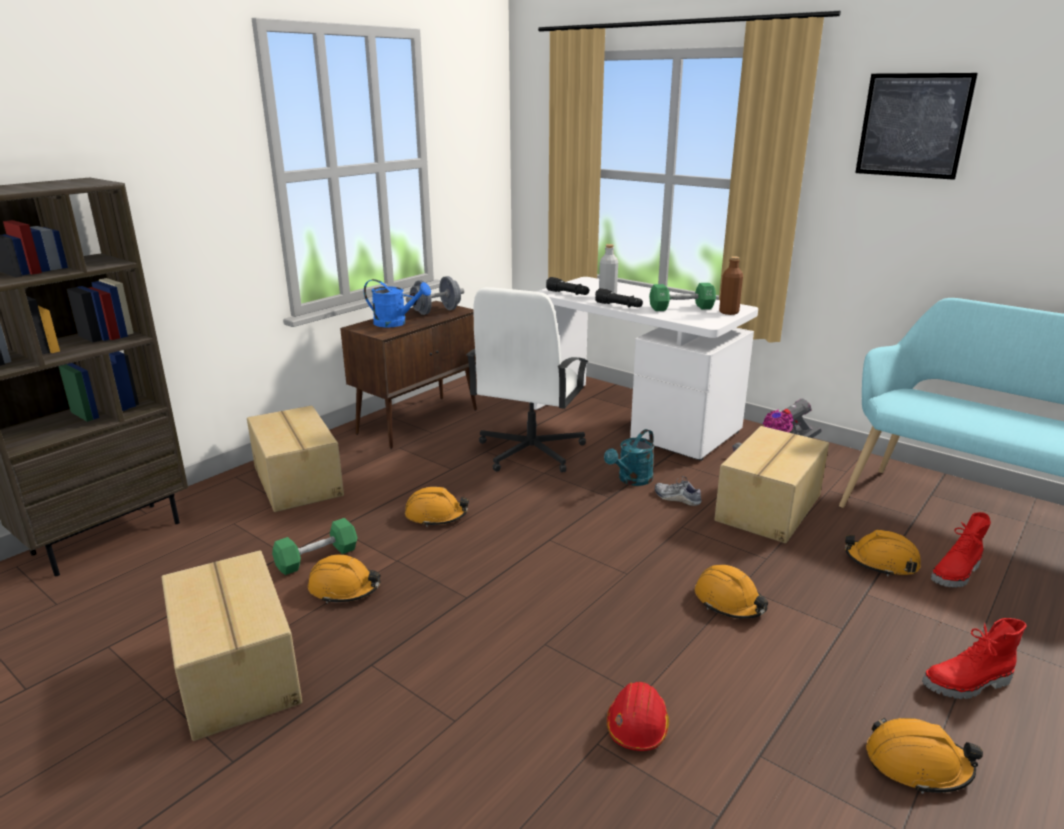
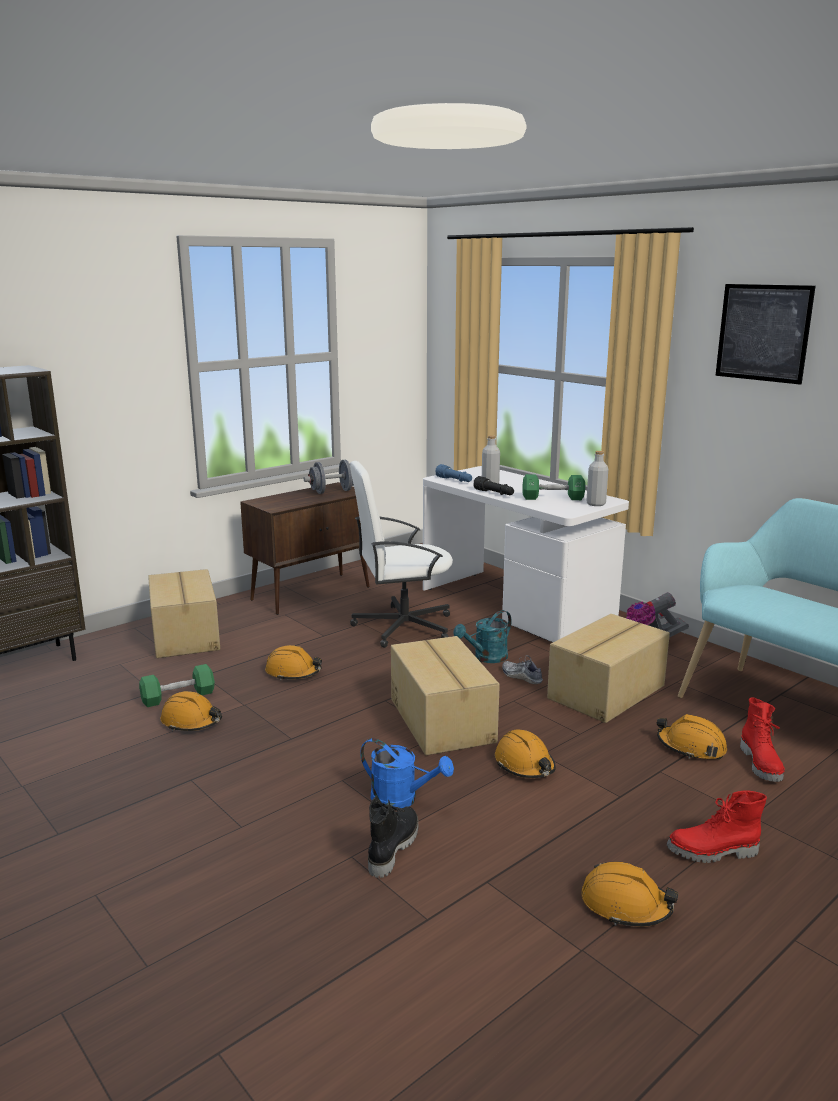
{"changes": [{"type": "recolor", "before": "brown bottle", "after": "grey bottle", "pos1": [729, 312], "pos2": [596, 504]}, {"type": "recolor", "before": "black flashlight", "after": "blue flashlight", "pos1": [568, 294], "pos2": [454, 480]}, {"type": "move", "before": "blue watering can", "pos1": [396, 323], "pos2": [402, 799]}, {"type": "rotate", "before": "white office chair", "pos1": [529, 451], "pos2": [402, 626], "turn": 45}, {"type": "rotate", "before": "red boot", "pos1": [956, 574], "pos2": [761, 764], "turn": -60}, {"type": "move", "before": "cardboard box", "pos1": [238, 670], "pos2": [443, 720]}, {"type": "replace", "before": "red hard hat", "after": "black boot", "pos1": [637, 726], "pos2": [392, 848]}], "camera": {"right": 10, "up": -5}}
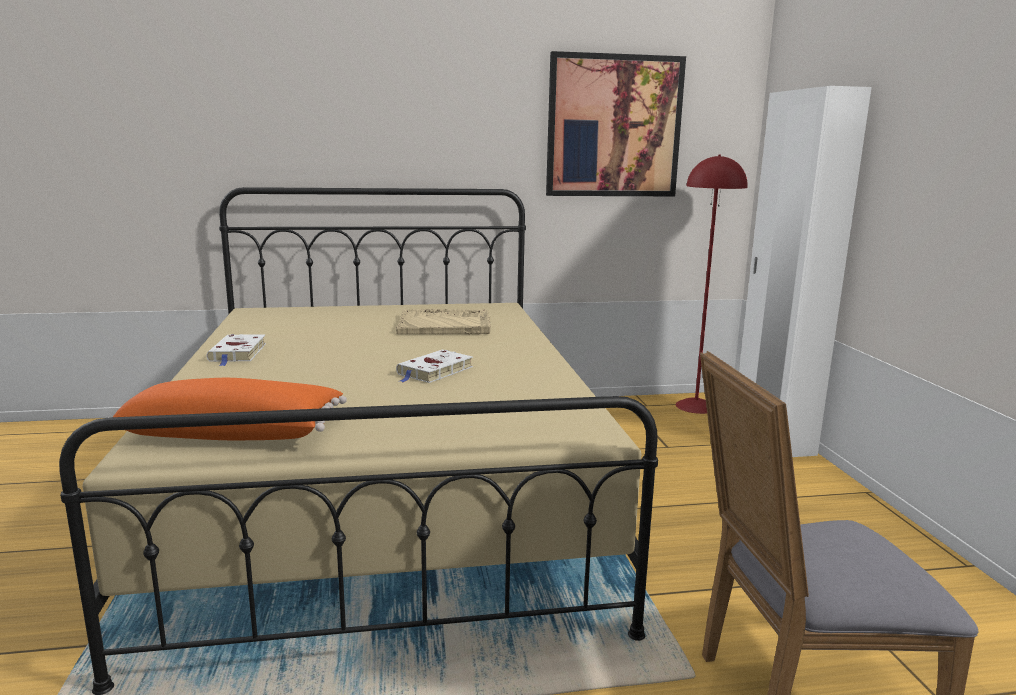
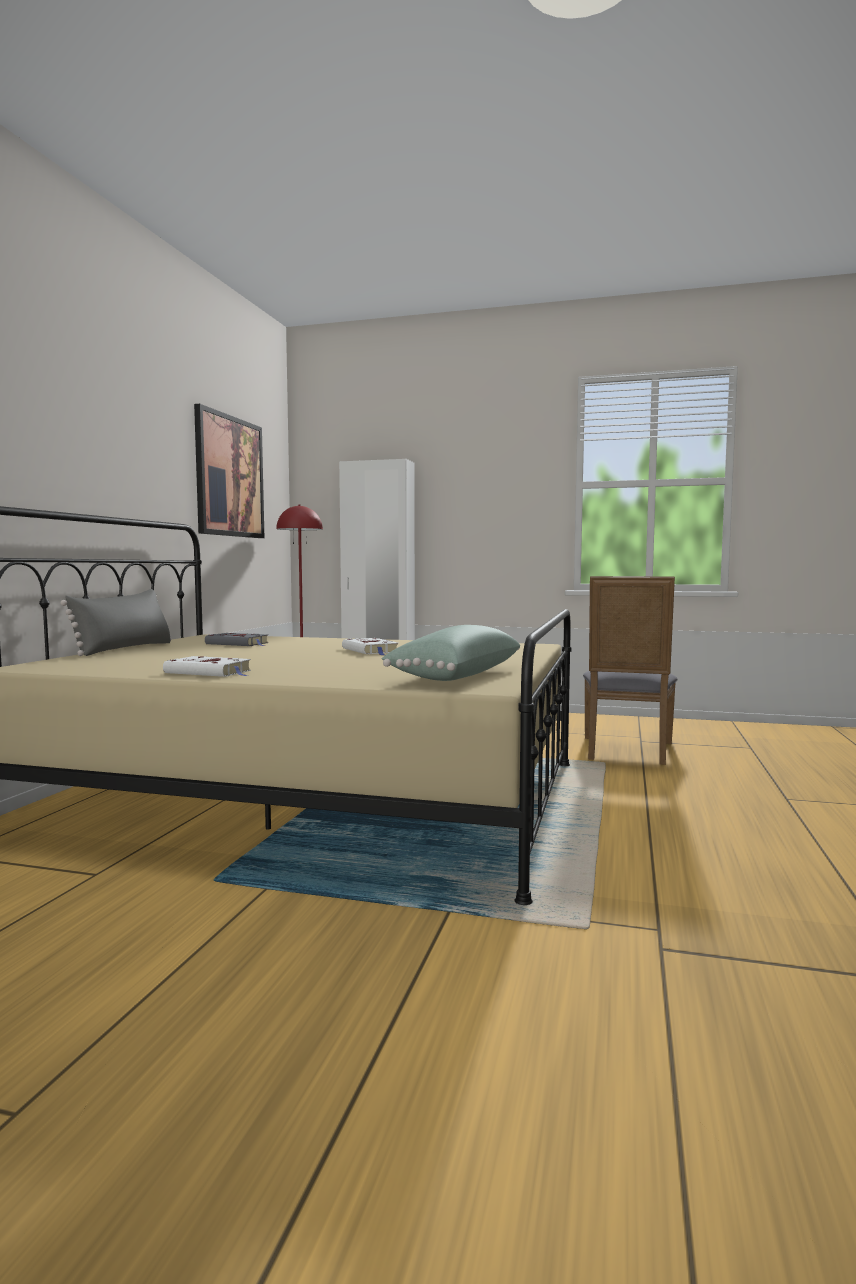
{"changes": [{"type": "replace", "before": "beige tray", "after": "grey book", "pos1": [445, 324], "pos2": [238, 644]}, {"type": "recolor", "before": "orange pillow", "after": "green pillow", "pos1": [234, 433], "pos2": [454, 676]}, {"type": "insert", "after": "grey pillow", "pos2": [124, 649]}], "camera": {"right": -65, "up": -10}}
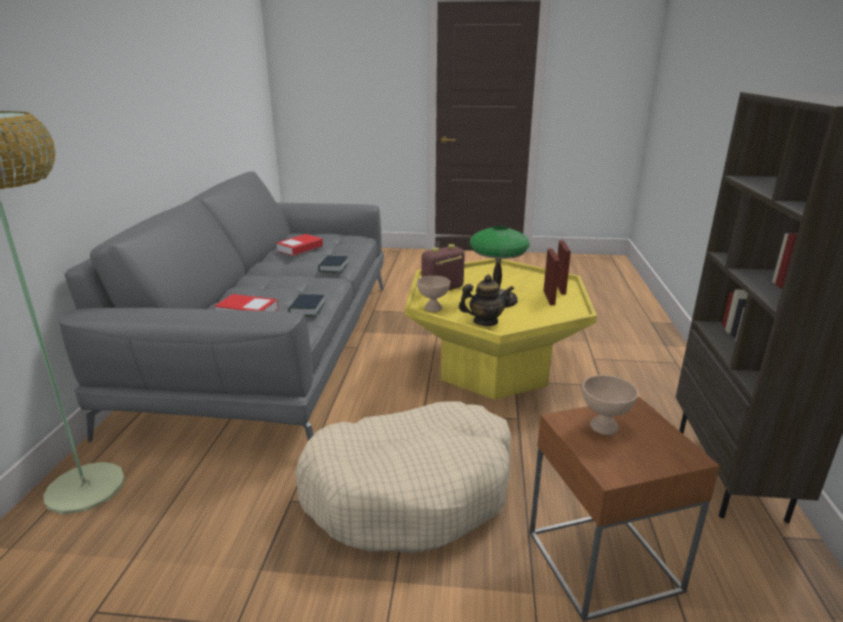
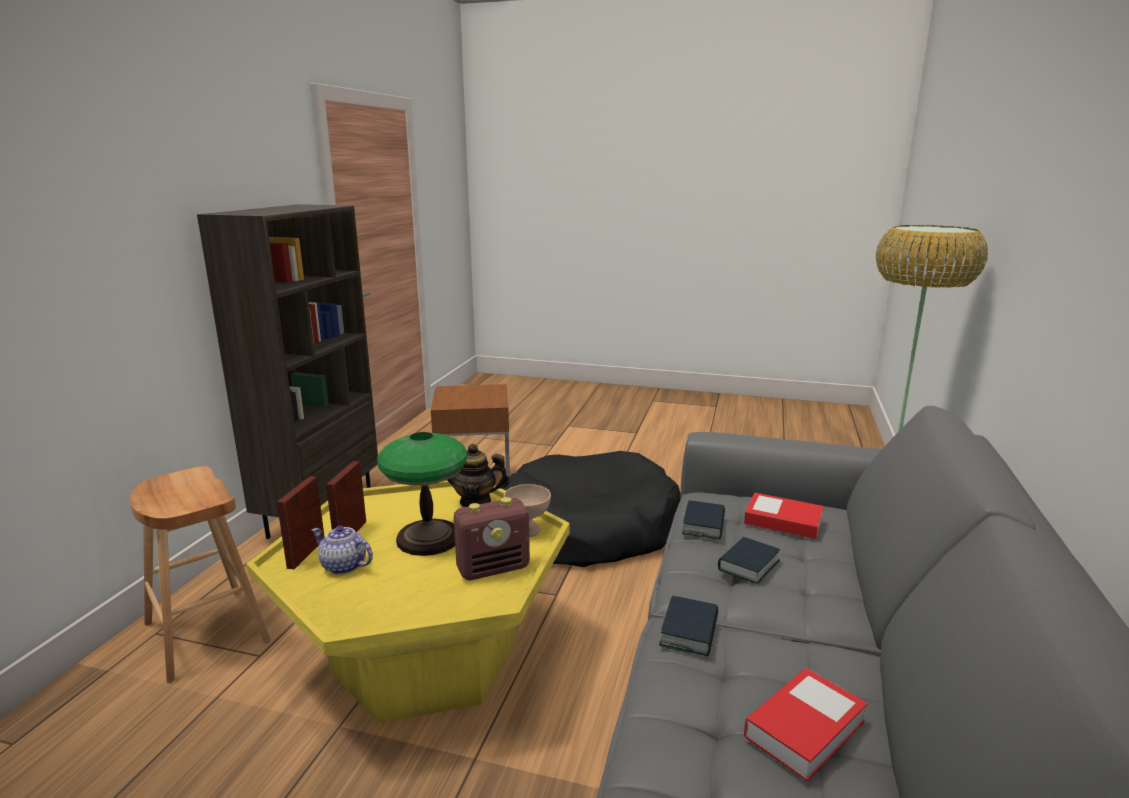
{"changes": [{"type": "delete", "before": "beige bowl", "pos1": [604, 427]}, {"type": "recolor", "before": "beige dog bed", "after": "black dog bed", "pos1": [411, 490], "pos2": [587, 529]}, {"type": "insert", "after": "brown stool", "pos2": [207, 633]}, {"type": "insert", "after": "teapot", "pos2": [343, 566]}, {"type": "insert", "after": "book", "pos2": [748, 565]}], "camera": {"right": -170, "up": -5}}
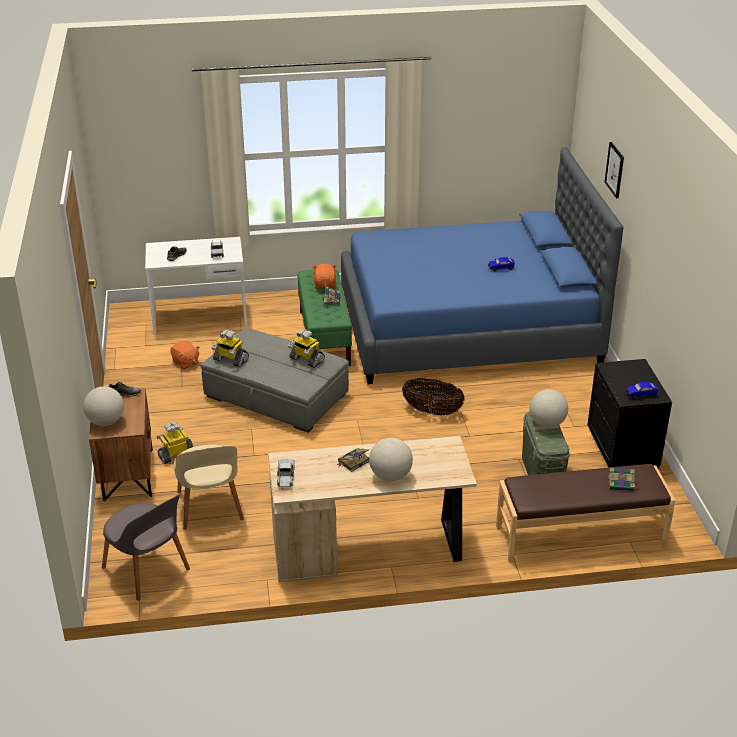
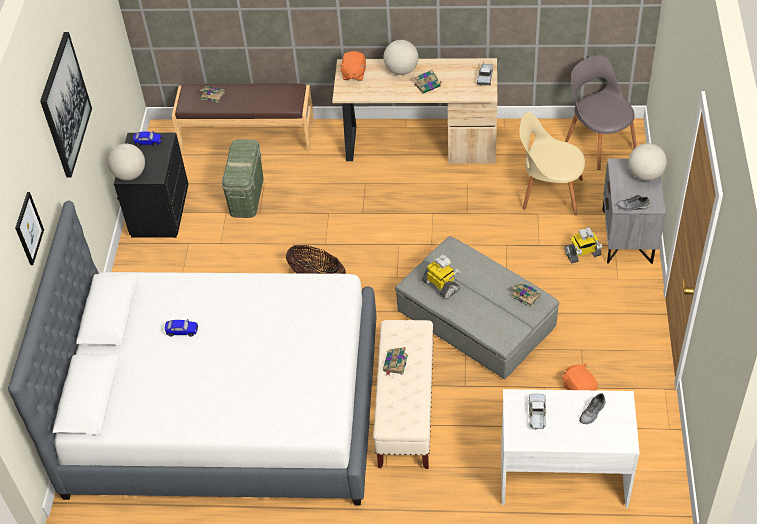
{"changes": [{"type": "recolor", "before": "blue bed", "after": "white bed", "pos1": [468, 327], "pos2": [225, 408]}, {"type": "move", "before": "orange plush toy", "pos1": [325, 285], "pos2": [353, 74]}, {"type": "recolor", "before": "green bench", "after": "beige bench", "pos1": [324, 338], "pos2": [406, 411]}, {"type": "replace", "before": "toy robot", "after": "book", "pos1": [230, 360], "pos2": [525, 295]}, {"type": "recolor", "before": "brown nightstand", "after": "grey nightstand", "pos1": [127, 474], "pos2": [628, 236]}, {"type": "move", "before": "globe", "pos1": [547, 423], "pos2": [130, 174]}, {"type": "rotate", "before": "beige chair", "pos1": [210, 508], "pos2": [549, 193], "turn": -75}, {"type": "insert", "after": "picture", "pos2": [65, 105]}], "camera": {"right": -165, "up": 15}}
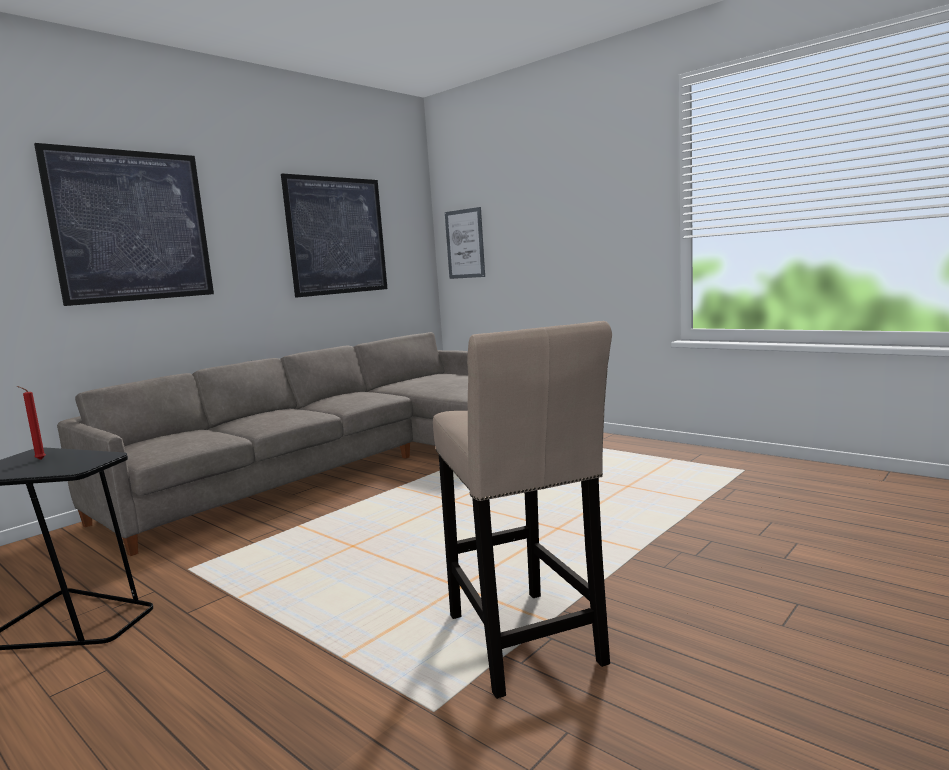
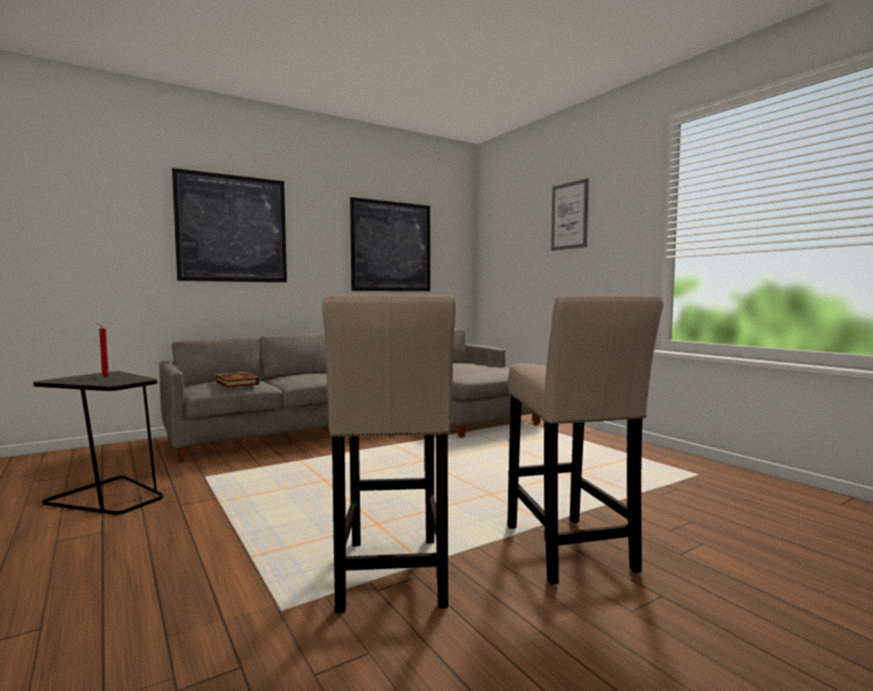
{"changes": [{"type": "move", "before": "picture", "pos1": [465, 244], "pos2": [569, 216]}, {"type": "insert", "after": "beige stool", "pos2": [570, 552]}, {"type": "insert", "after": "book", "pos2": [237, 383]}], "camera": {"right": 15, "up": -5}}
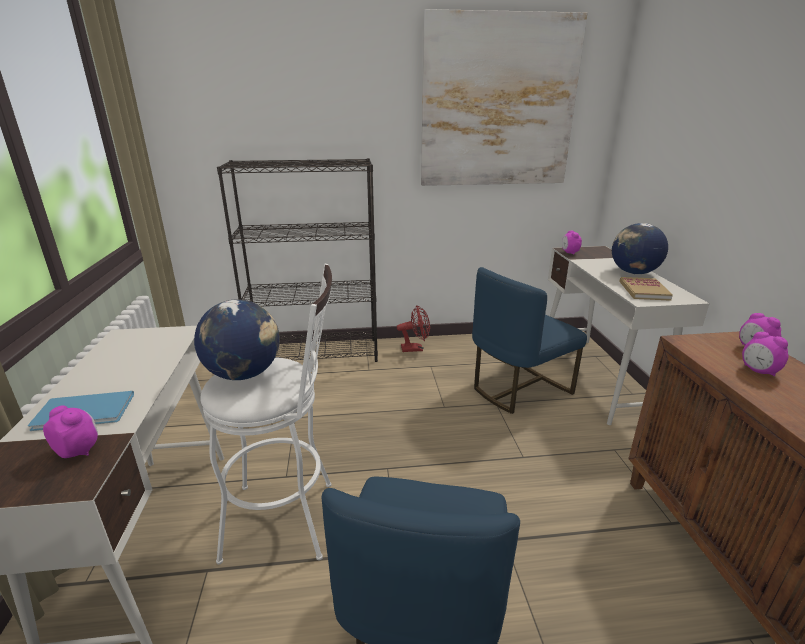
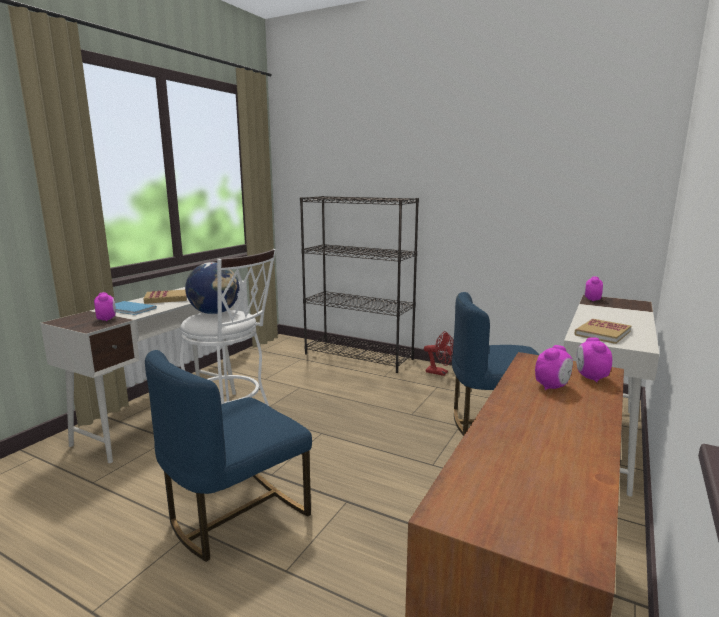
{"changes": [{"type": "delete", "before": "picture", "pos1": [498, 103]}, {"type": "delete", "before": "globe", "pos1": [633, 273]}, {"type": "rotate", "before": "alarm clock", "pos1": [758, 371], "pos2": [552, 387], "turn": -135}, {"type": "insert", "after": "book", "pos2": [166, 298]}], "camera": {"right": 35, "up": -10}}
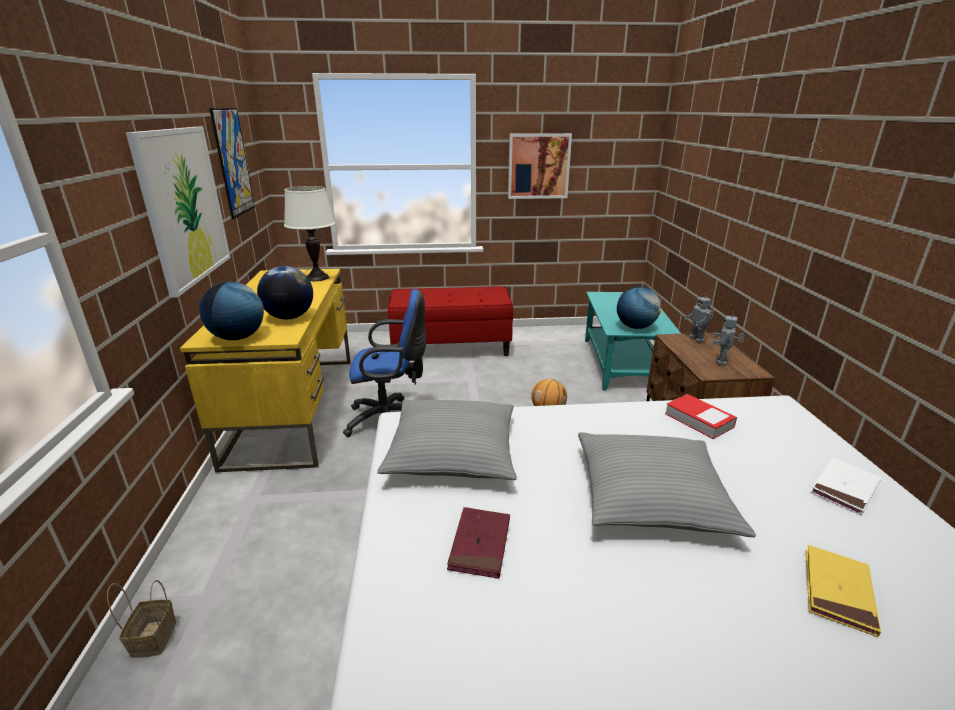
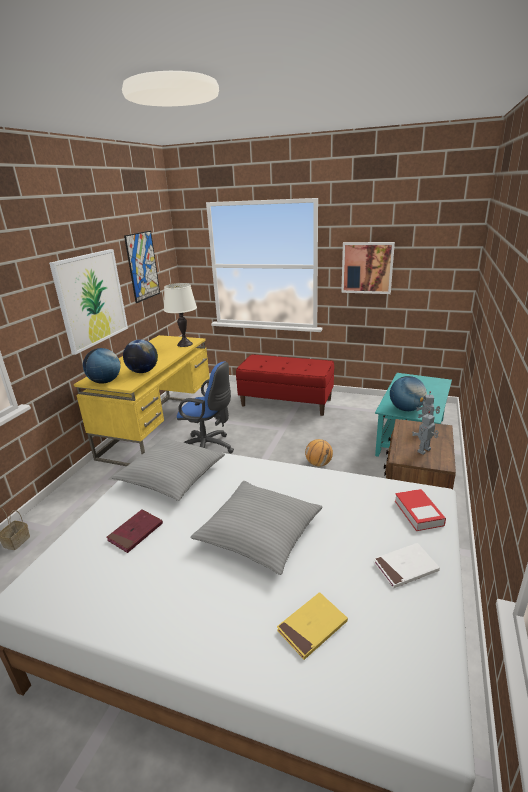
{"changes": [{"type": "move", "before": "book", "pos1": [698, 420], "pos2": [418, 513]}], "camera": {"right": 25, "up": 0}}
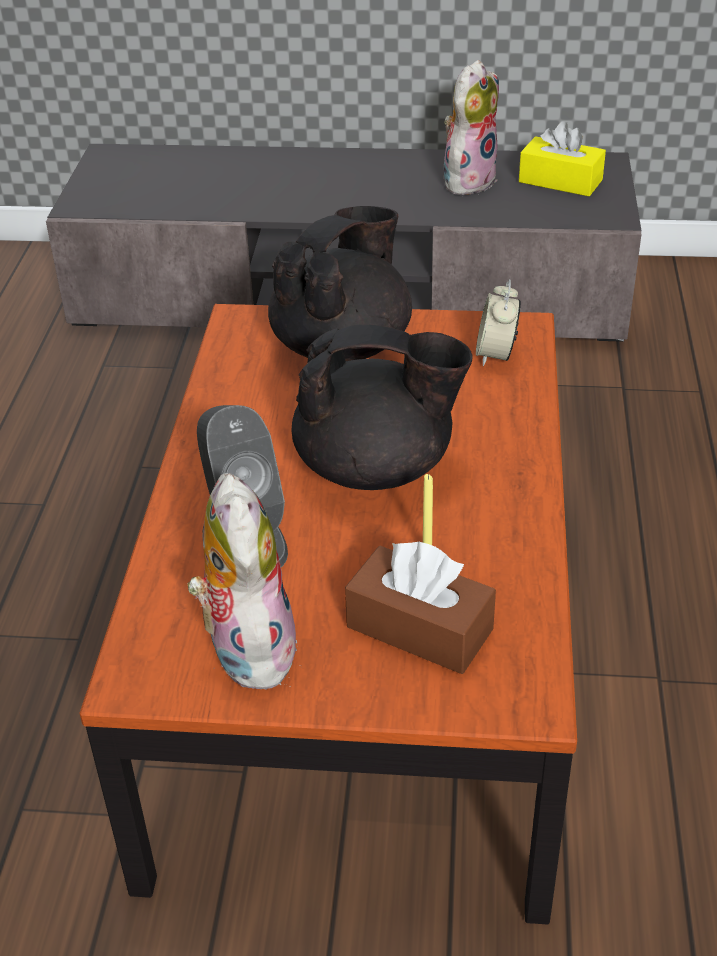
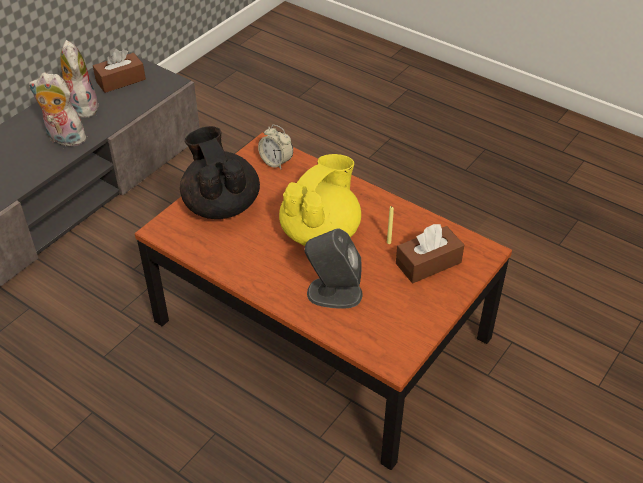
{"changes": [{"type": "recolor", "before": "yellow tissue box", "after": "brown tissue box", "pos1": [560, 181], "pos2": [121, 80]}, {"type": "recolor", "before": "black teapot", "after": "yellow teapot", "pos1": [377, 468], "pos2": [321, 232]}, {"type": "move", "before": "plush toy", "pos1": [246, 647], "pos2": [64, 139]}], "camera": {"right": -60, "up": 5}}
